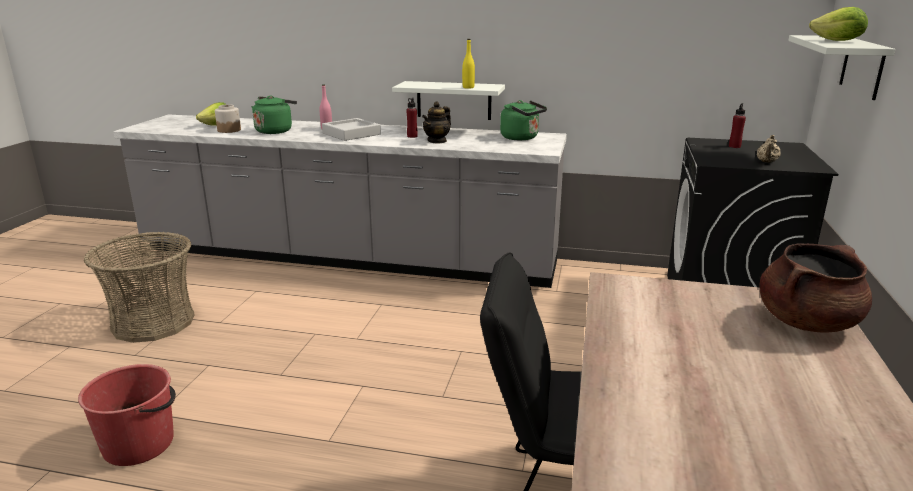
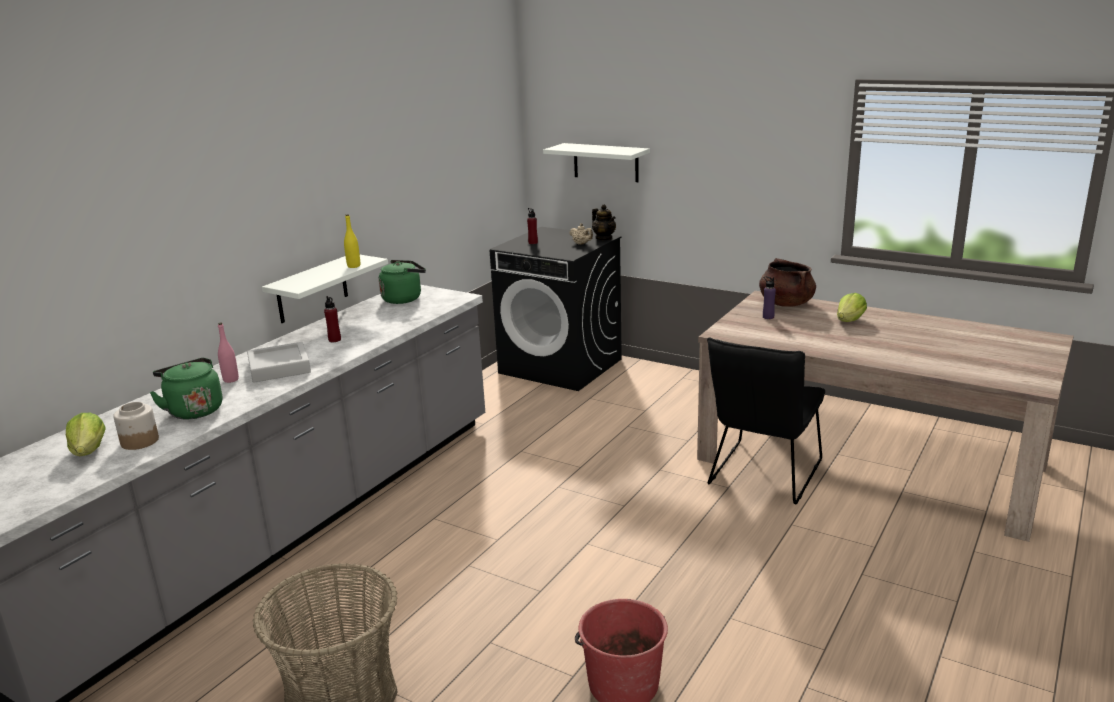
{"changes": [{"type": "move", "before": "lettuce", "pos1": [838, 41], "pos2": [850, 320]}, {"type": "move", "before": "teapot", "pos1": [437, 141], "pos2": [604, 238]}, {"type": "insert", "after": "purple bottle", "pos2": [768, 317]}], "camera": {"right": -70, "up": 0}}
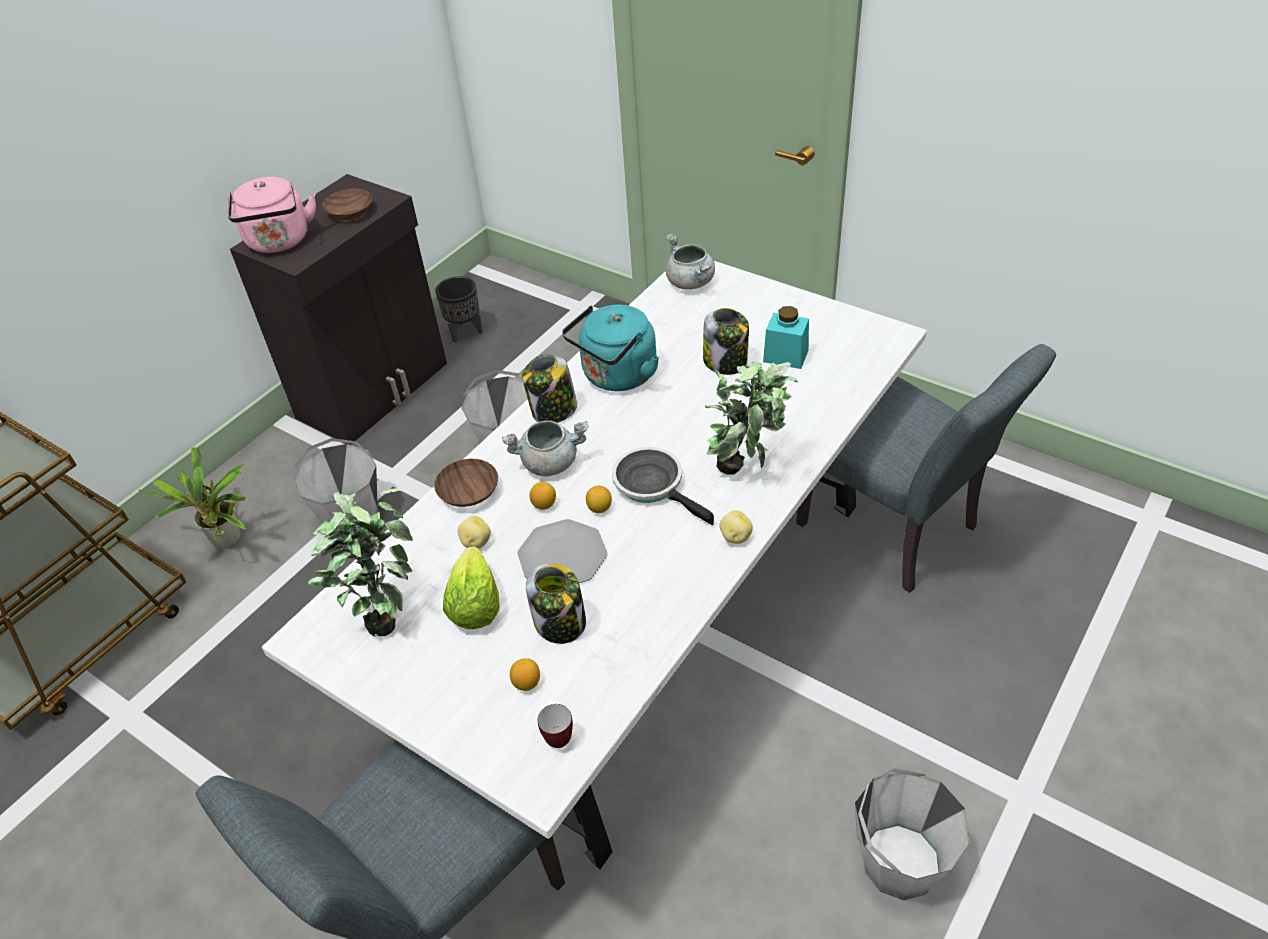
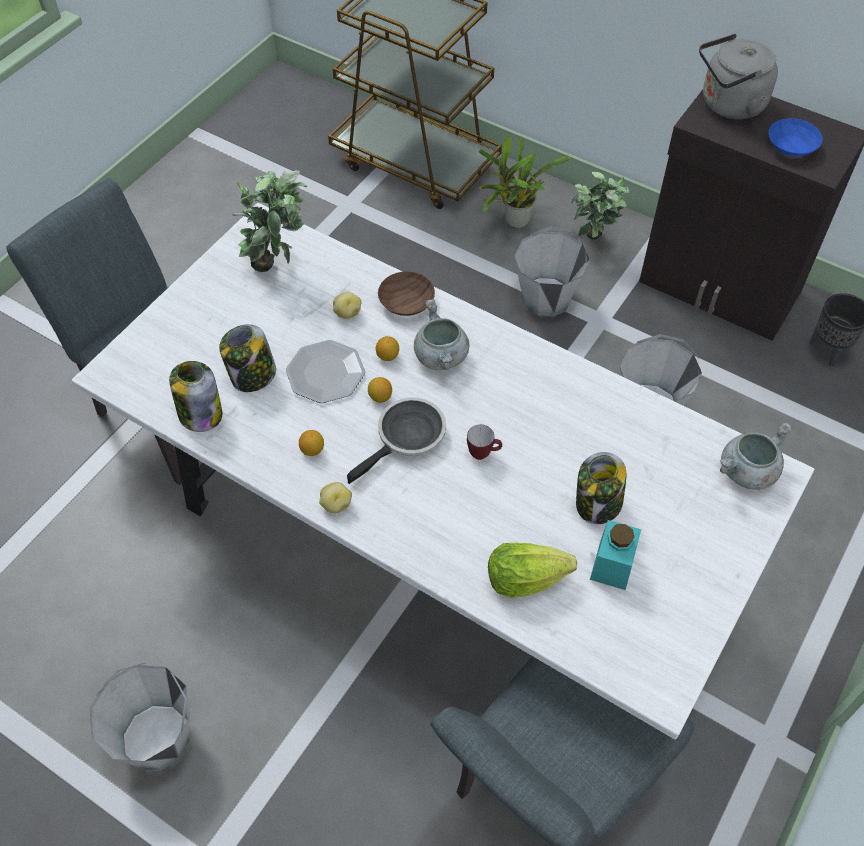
{"changes": [{"type": "recolor", "before": "pink kettle", "after": "grey kettle", "pos1": [279, 242], "pos2": [728, 105]}, {"type": "recolor", "before": "brown bowl", "after": "blue bowl", "pos1": [351, 212], "pos2": [792, 147]}, {"type": "delete", "before": "turquoise kettle", "pos1": [616, 377]}, {"type": "move", "before": "jar", "pos1": [553, 411], "pos2": [200, 414]}, {"type": "move", "before": "potted plant", "pos1": [747, 469], "pos2": [593, 243]}, {"type": "move", "before": "lettuce", "pos1": [475, 606], "pos2": [524, 578]}, {"type": "move", "before": "lemon", "pos1": [526, 683], "pos2": [312, 450]}, {"type": "move", "before": "mug", "pos1": [558, 736], "pos2": [483, 453]}], "camera": {"right": 85, "up": 10}}
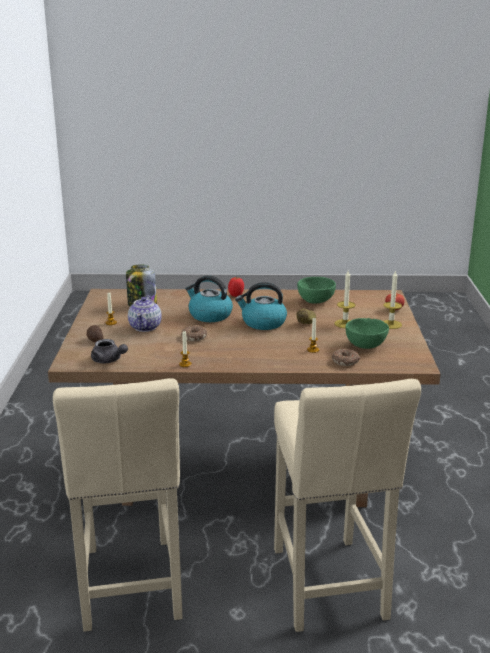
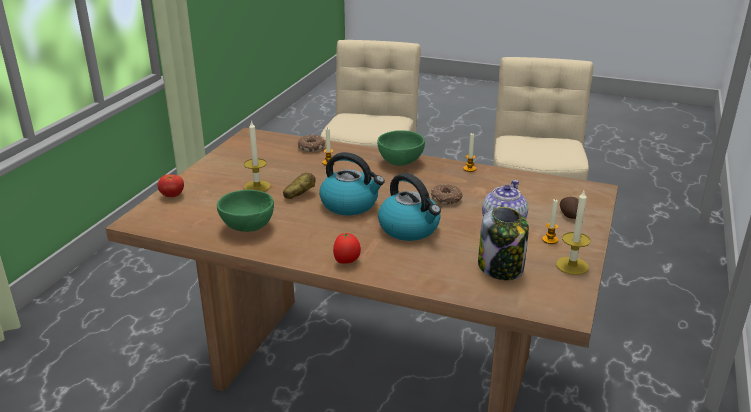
{"changes": [{"type": "move", "before": "candle", "pos1": [391, 324], "pos2": [572, 266]}, {"type": "move", "before": "green bowl", "pos1": [366, 346], "pos2": [399, 162]}, {"type": "delete", "before": "grey teapot", "pos1": [109, 360]}], "camera": {"right": -160, "up": 5}}
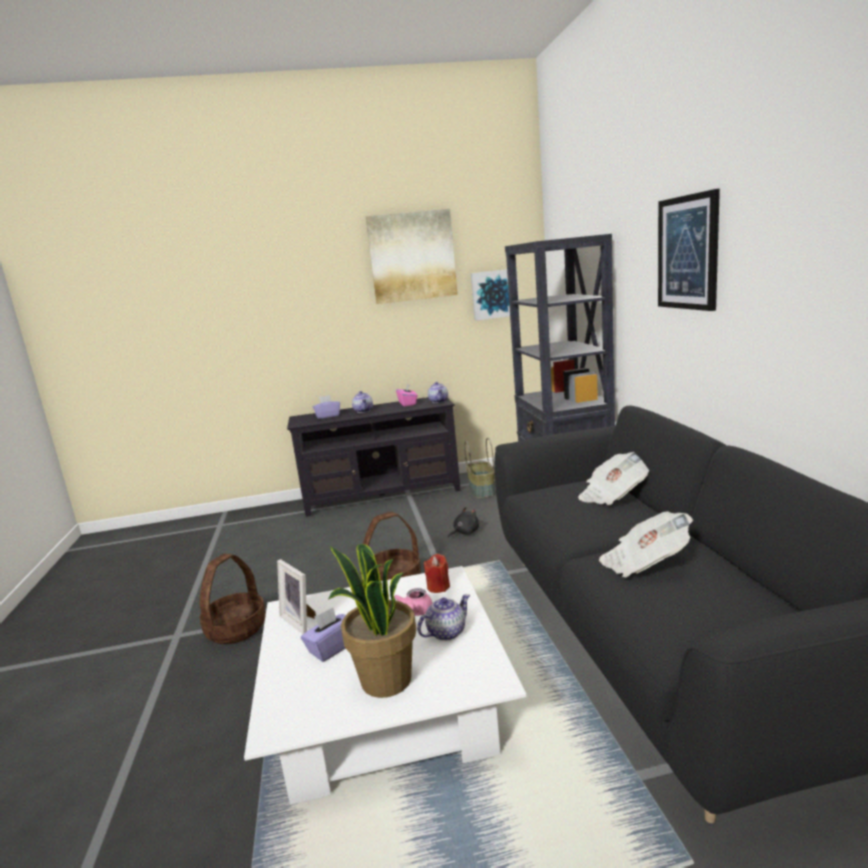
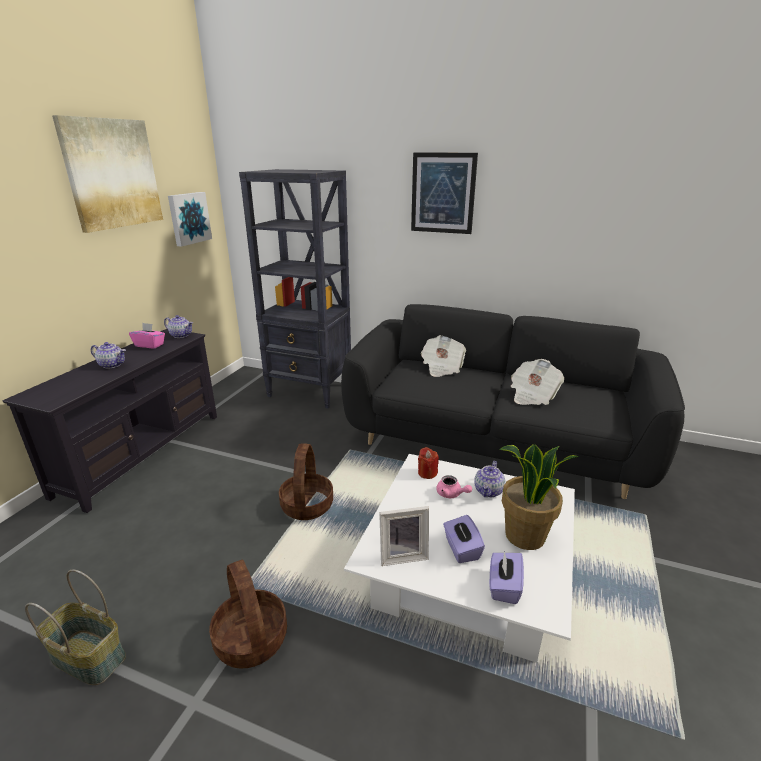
{"changes": [{"type": "move", "before": "purple tissue box", "pos1": [327, 416], "pos2": [503, 587]}, {"type": "move", "before": "basket", "pos1": [482, 490], "pos2": [90, 656]}, {"type": "delete", "before": "black plush toy", "pos1": [465, 532]}, {"type": "rotate", "before": "teapot", "pos1": [446, 632], "pos2": [489, 491], "turn": -150}], "camera": {"right": -60, "up": 10}}
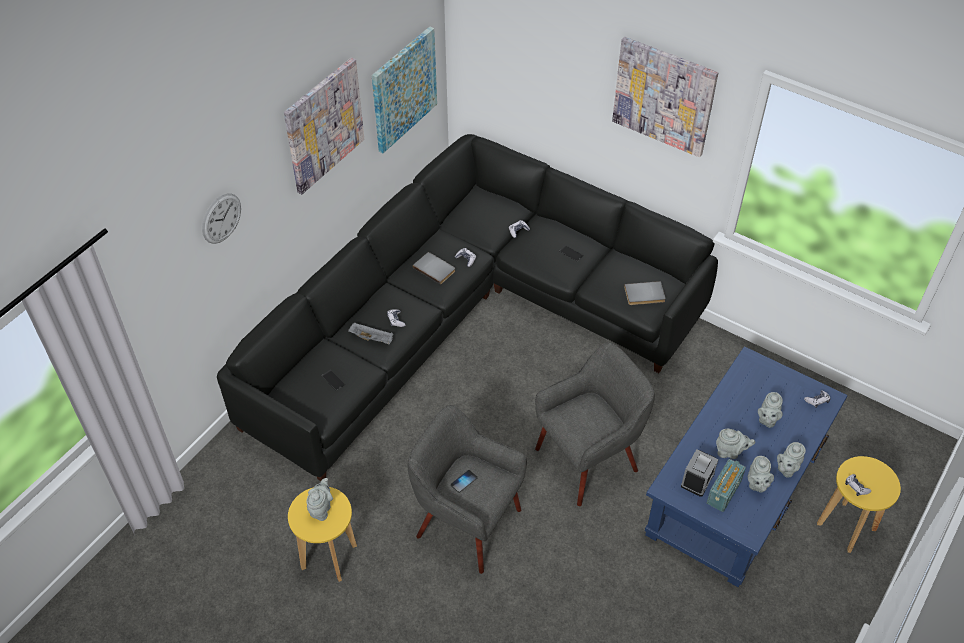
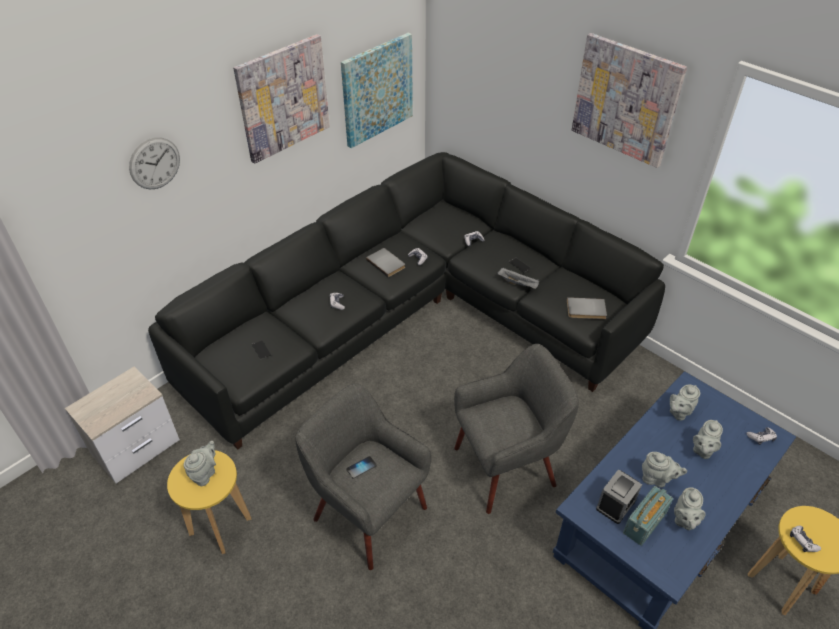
{"changes": [{"type": "move", "before": "grey tray", "pos1": [372, 338], "pos2": [518, 284]}, {"type": "move", "before": "grey teapot", "pos1": [786, 469], "pos2": [679, 412]}, {"type": "insert", "after": "nightstand", "pos2": [137, 447]}], "camera": {"right": 10, "up": -5}}
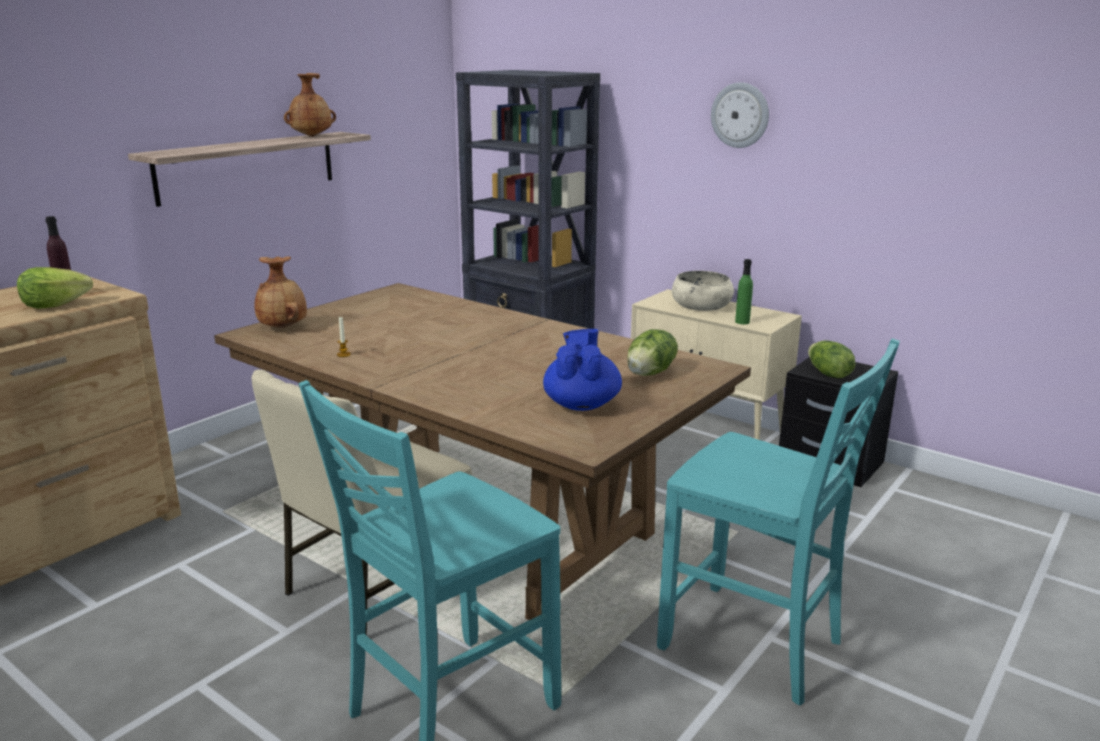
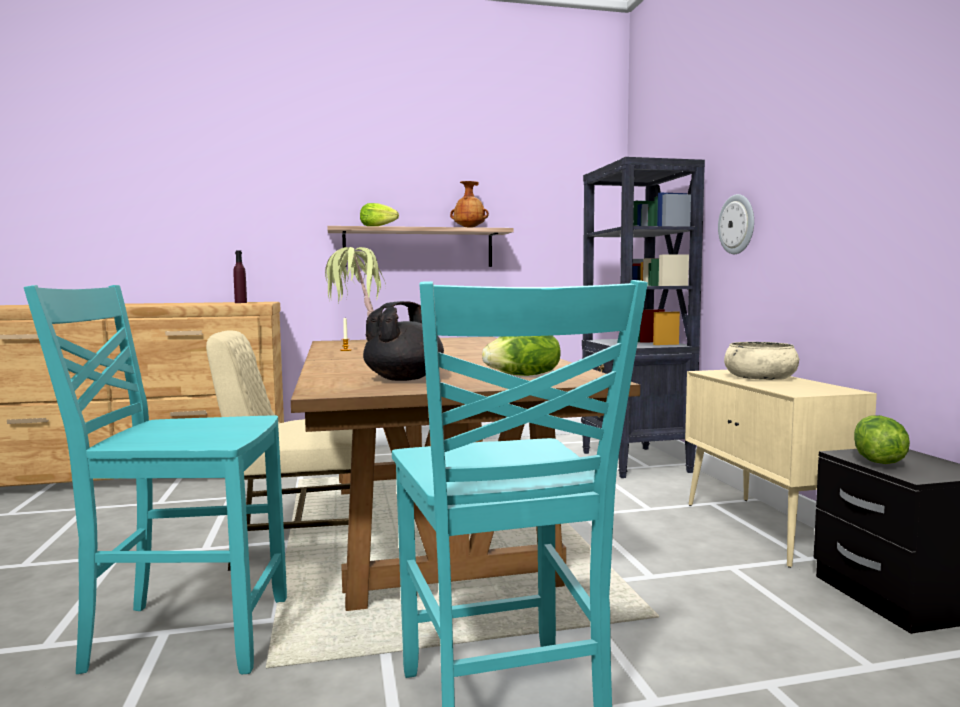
{"changes": [{"type": "move", "before": "wall clock", "pos1": [740, 115], "pos2": [737, 224]}, {"type": "replace", "before": "brown vase", "after": "potted plant", "pos1": [284, 327], "pos2": [356, 341]}, {"type": "delete", "before": "green bottle", "pos1": [742, 322]}, {"type": "move", "before": "lettuce", "pos1": [54, 305], "pos2": [377, 227]}, {"type": "recolor", "before": "blue teapot", "after": "black teapot", "pos1": [581, 404], "pos2": [405, 379]}], "camera": {"right": 40, "up": -15}}
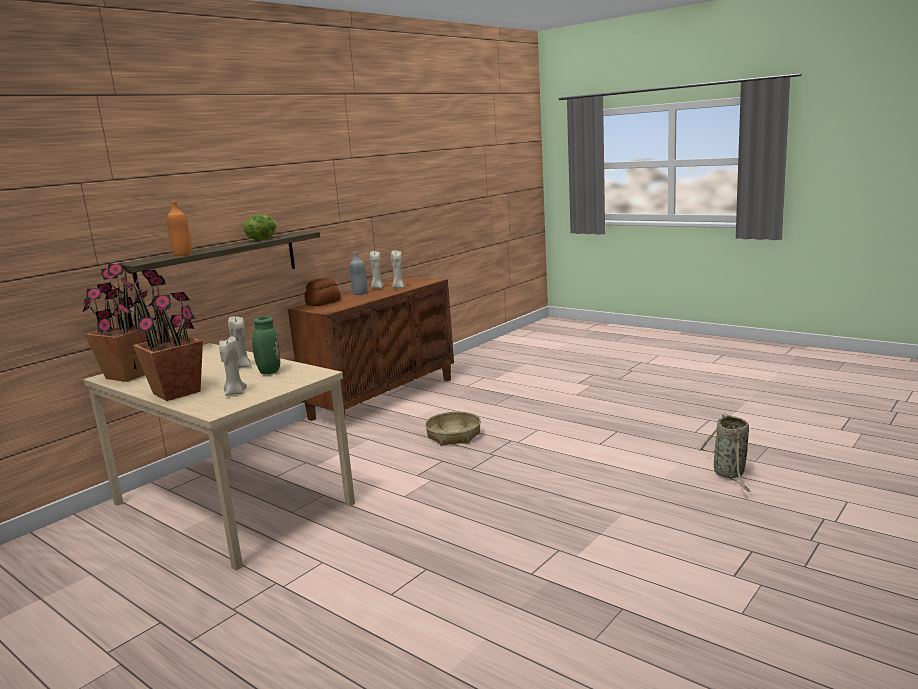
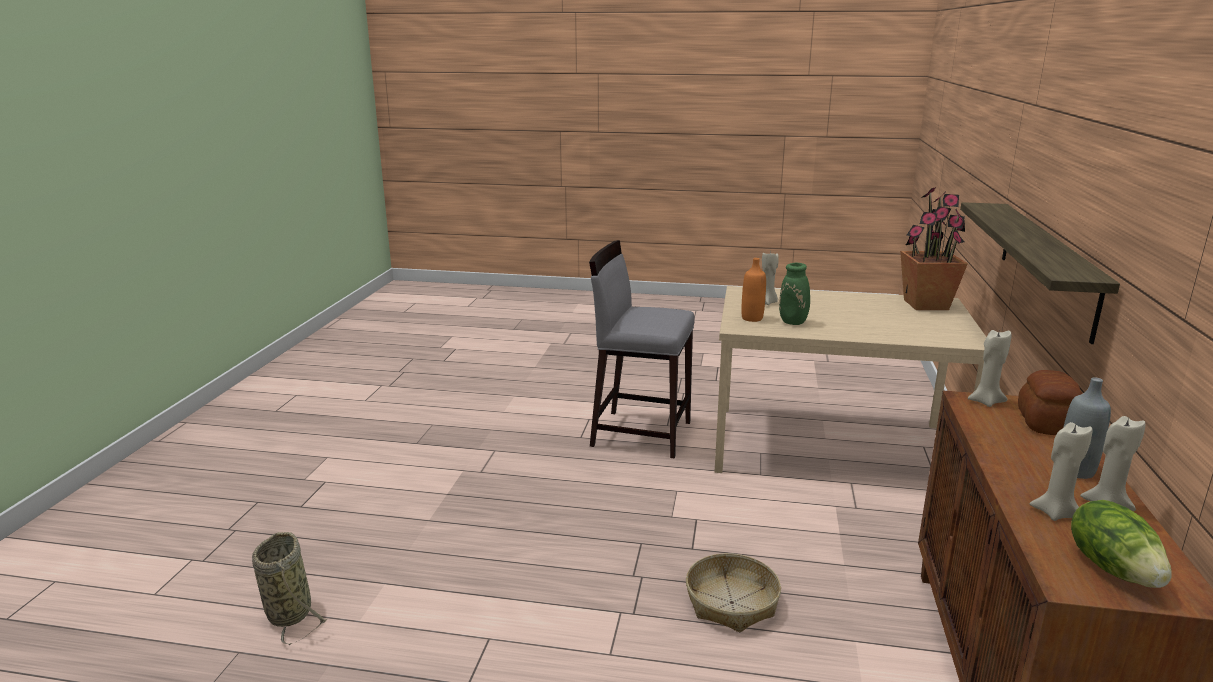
{"changes": [{"type": "move", "before": "orange bottle", "pos1": [182, 254], "pos2": [752, 318]}, {"type": "move", "before": "lettuce", "pos1": [262, 239], "pos2": [1114, 568]}, {"type": "delete", "before": "potted plant", "pos1": [177, 392]}, {"type": "move", "before": "beige candle", "pos1": [242, 366], "pos2": [985, 401]}, {"type": "insert", "after": "grey stool", "pos2": [640, 433]}], "camera": {"right": 150, "up": 5}}
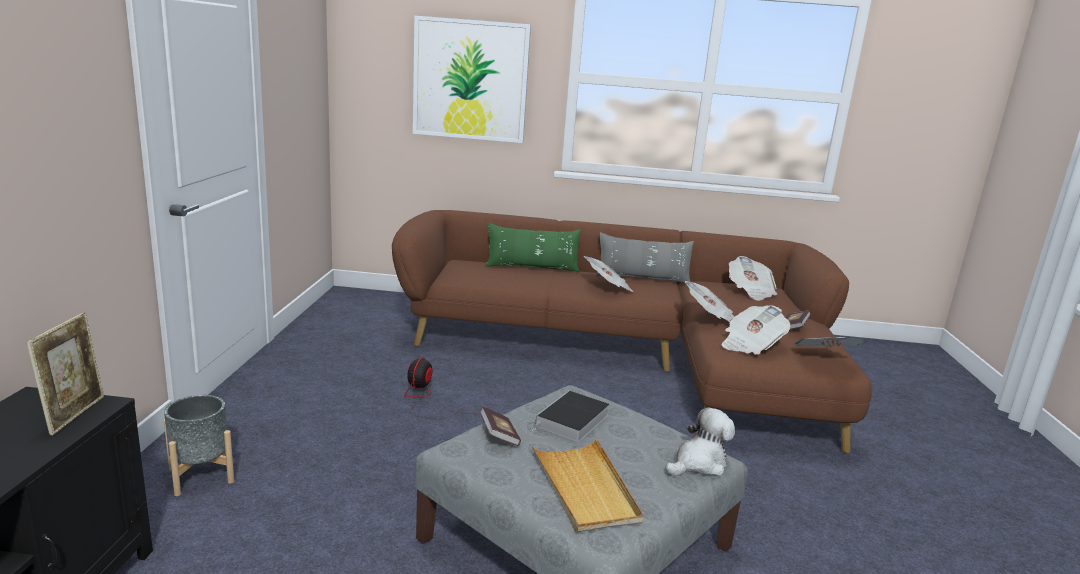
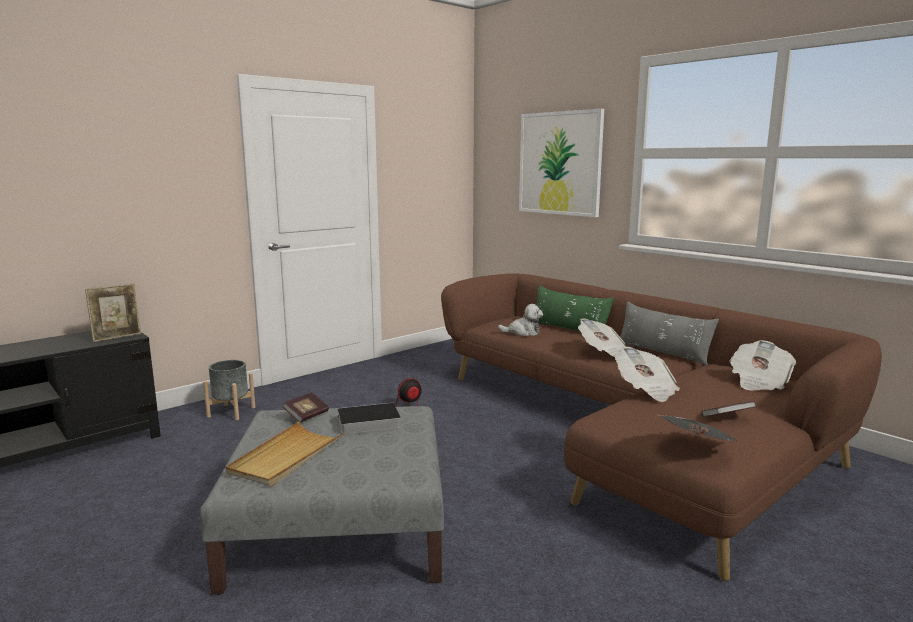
{"changes": [{"type": "delete", "before": "newspaper", "pos1": [750, 345]}, {"type": "move", "before": "plush toy", "pos1": [698, 463], "pos2": [523, 332]}], "camera": {"right": 45, "up": -5}}
